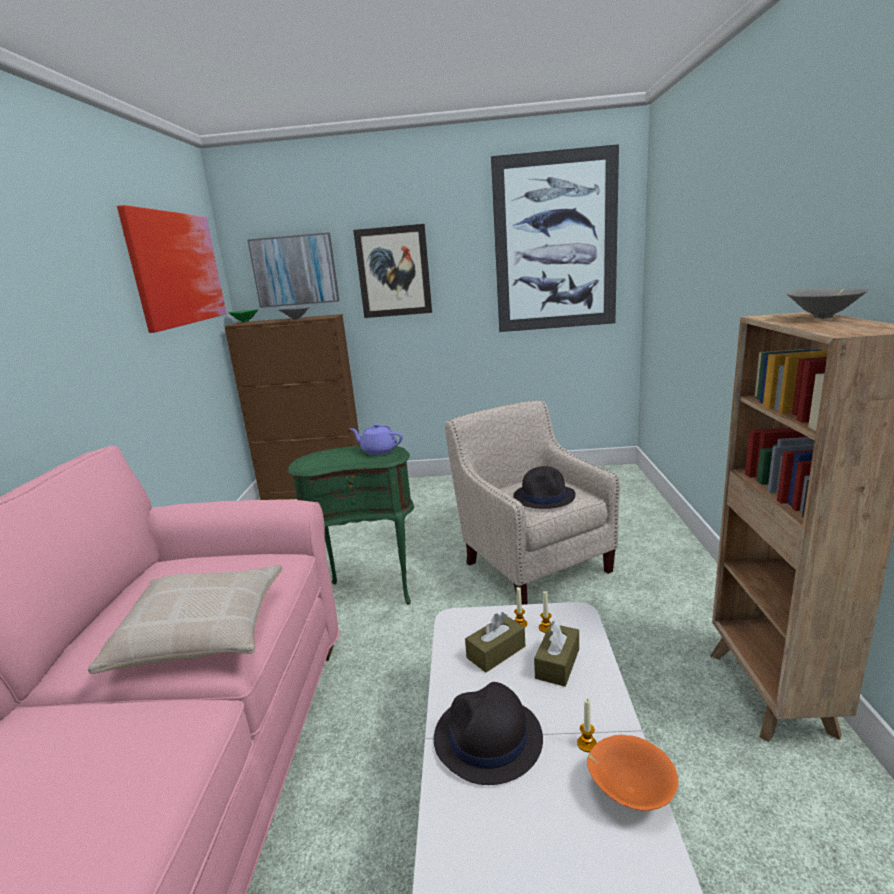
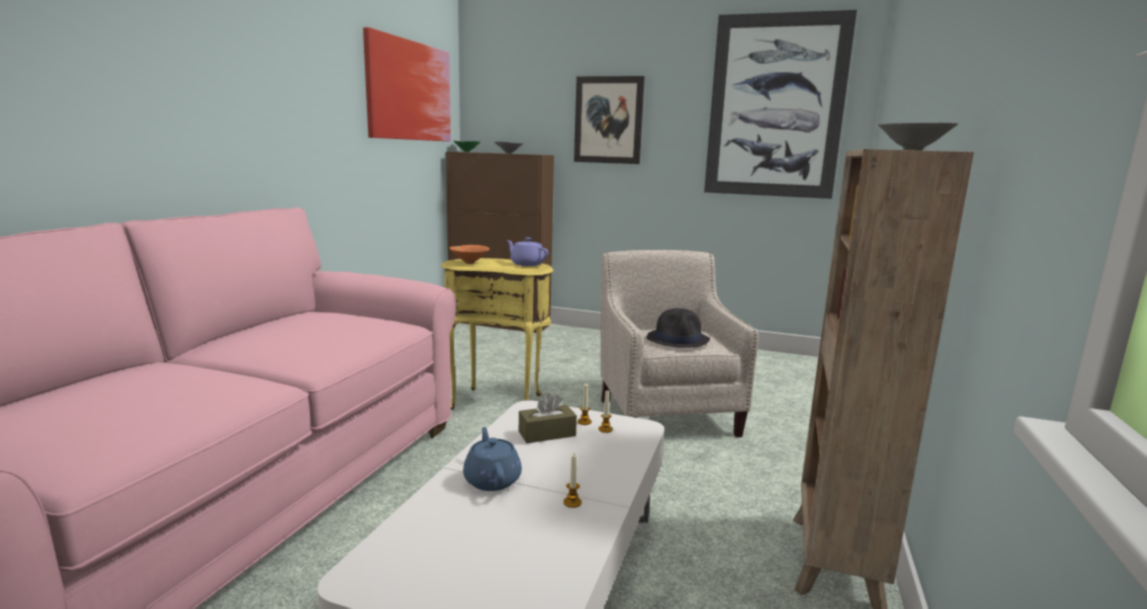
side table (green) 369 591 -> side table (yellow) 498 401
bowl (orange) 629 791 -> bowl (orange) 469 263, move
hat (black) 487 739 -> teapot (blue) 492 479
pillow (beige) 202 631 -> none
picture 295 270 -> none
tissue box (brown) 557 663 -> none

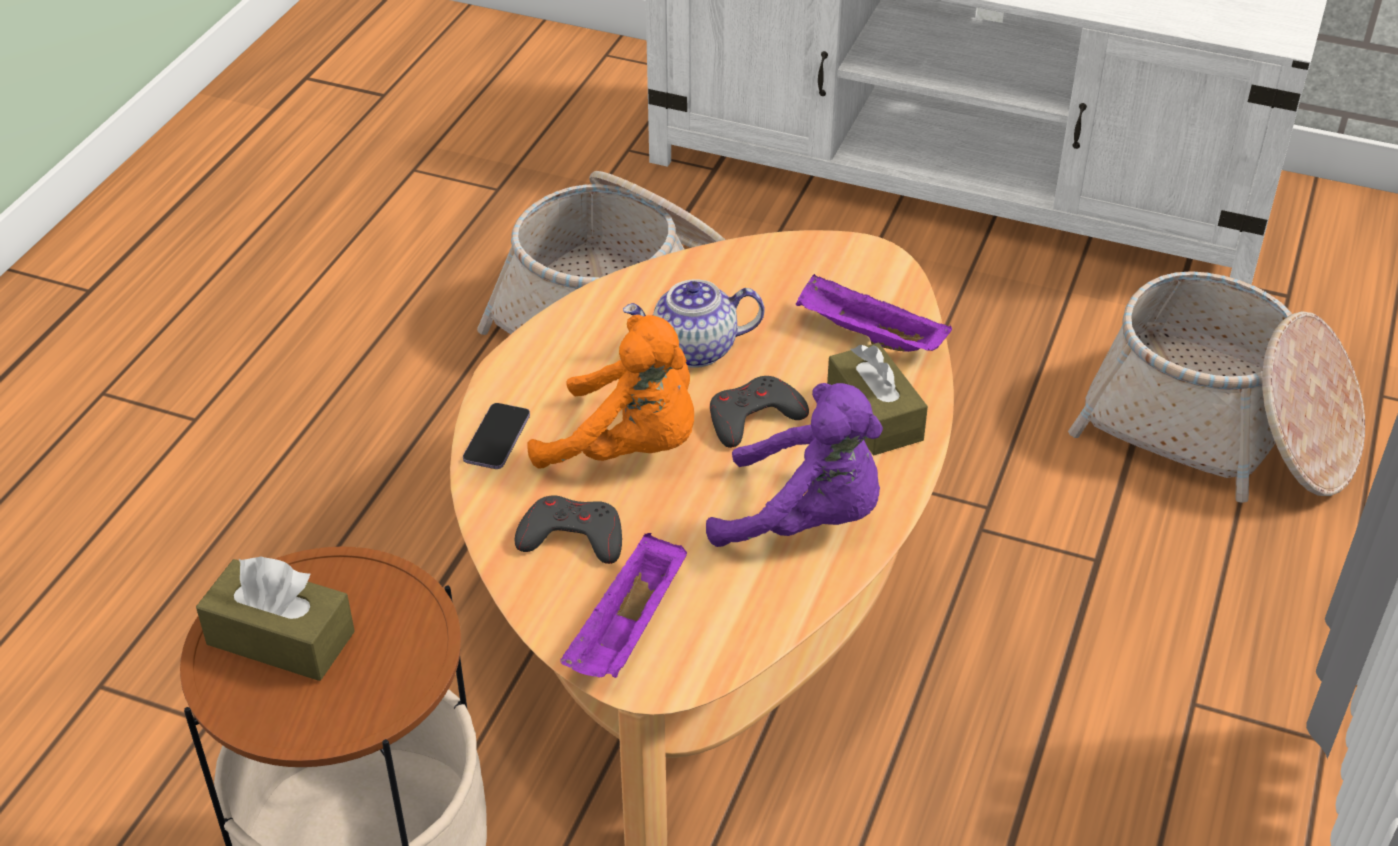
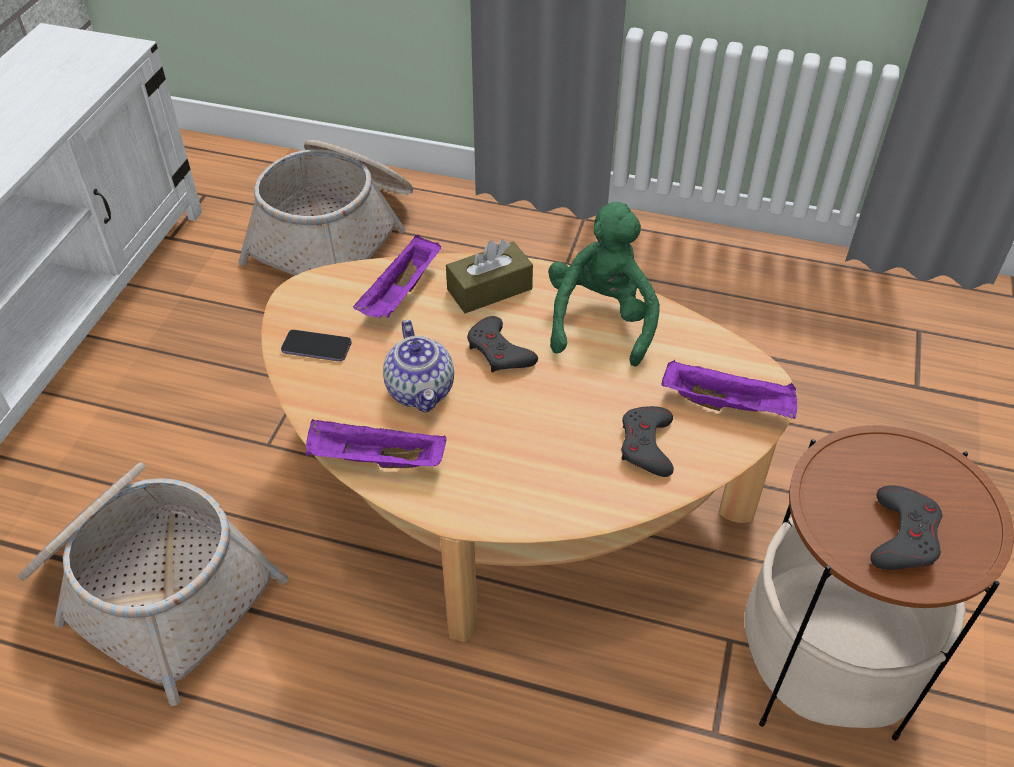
phone 497 438 -> phone 316 347, move
none -> tray (purple) 374 460
plush toy (purple) 806 519 -> plush toy (green) 600 320
tissue box (brown) 280 638 -> game controller (grey) 903 535
plush toy (orange) 629 448 -> none

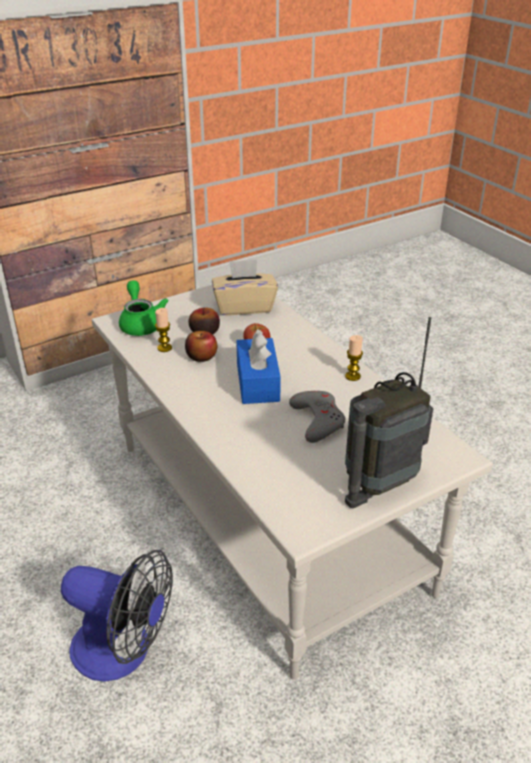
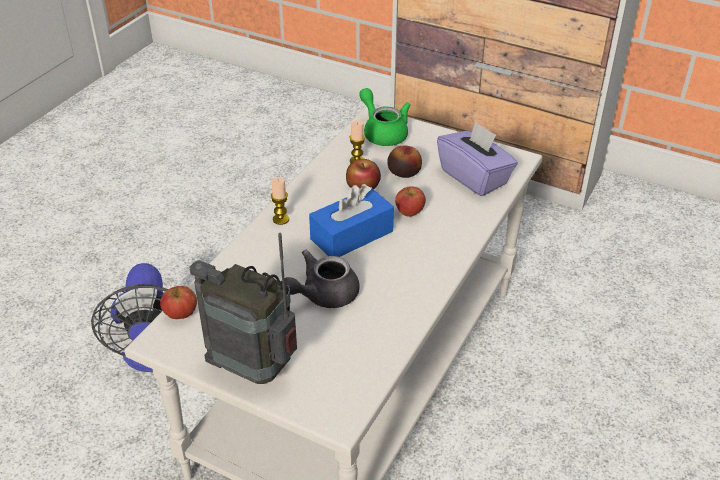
none -> apple 181 314
candle 352 376 -> candle 281 219, move
game controller (grey) 317 420 -> teapot (grey) 322 295
teapot (green) 141 323 -> teapot (green) 383 132, 75 degrees counterclockwise
tissue box (beige) 244 307 -> tissue box (purple) 474 177

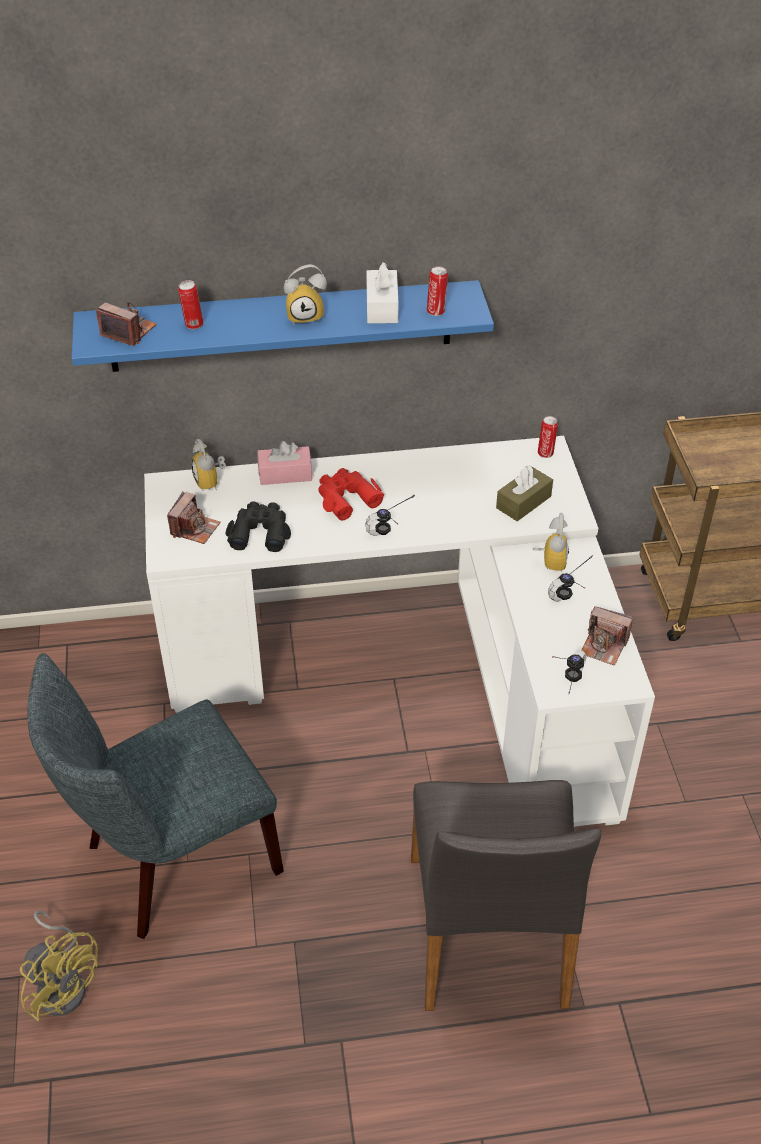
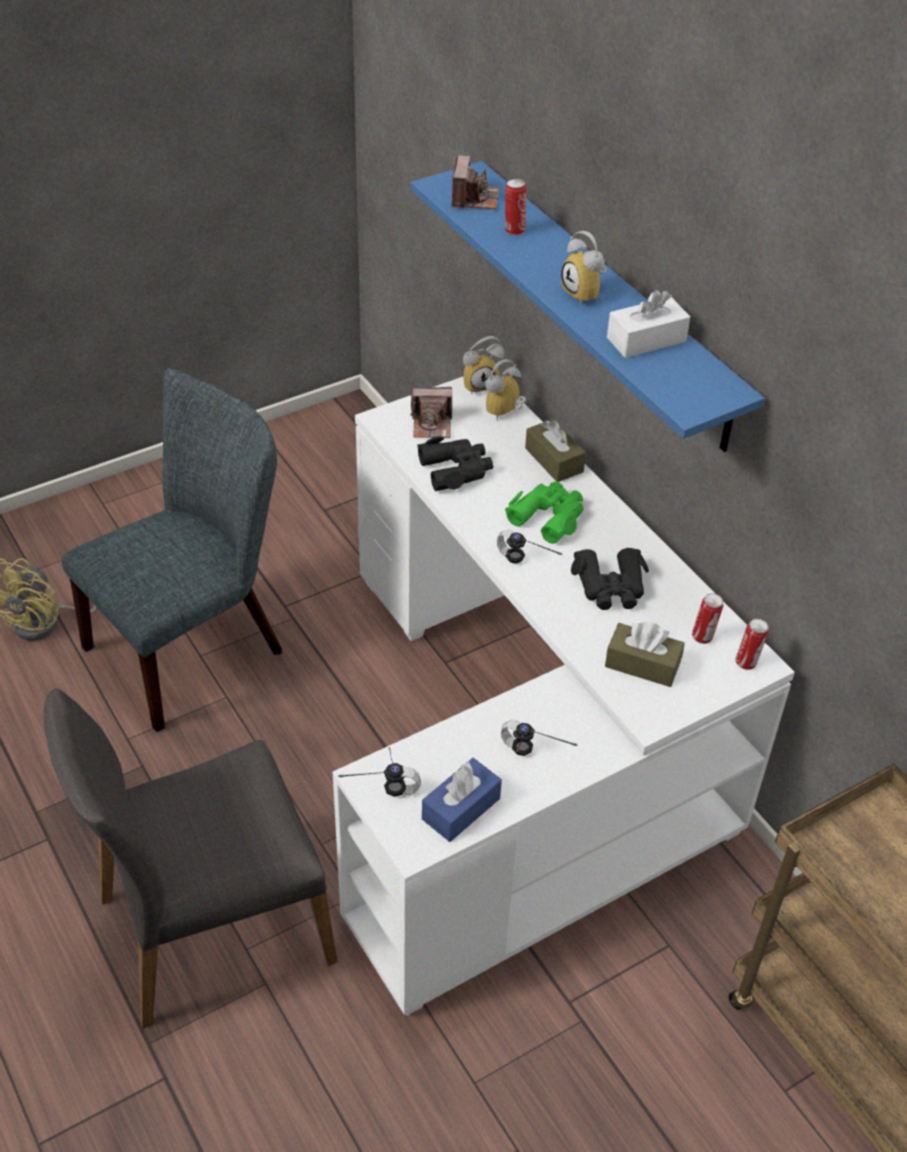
chair (grey) 172 861 -> chair (grey) 195 645, 105 degrees clockwise
photo camera 604 646 -> tissue box (blue) 461 809
alarm clock 548 561 -> alarm clock 480 384, move
binoculars (red) 346 498 -> binoculars (green) 548 516
tissue box (pink) 285 474 -> tissue box (brown) 554 460
none -> binoculars (black) 610 587
can 436 311 -> can 703 637, move

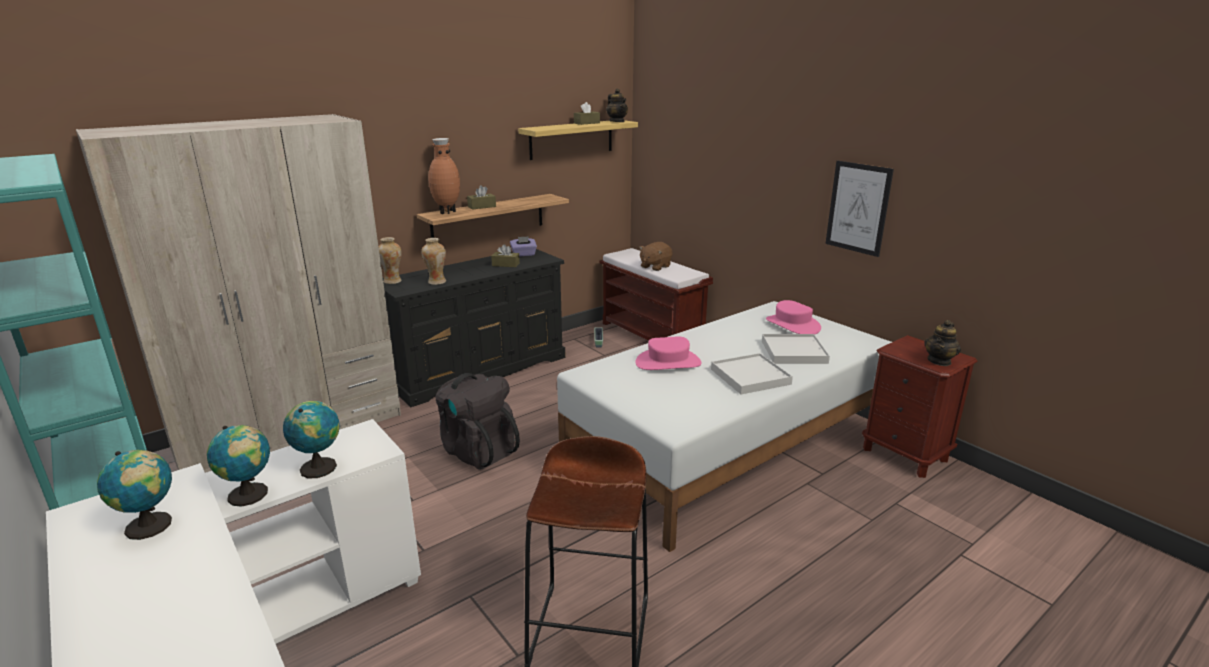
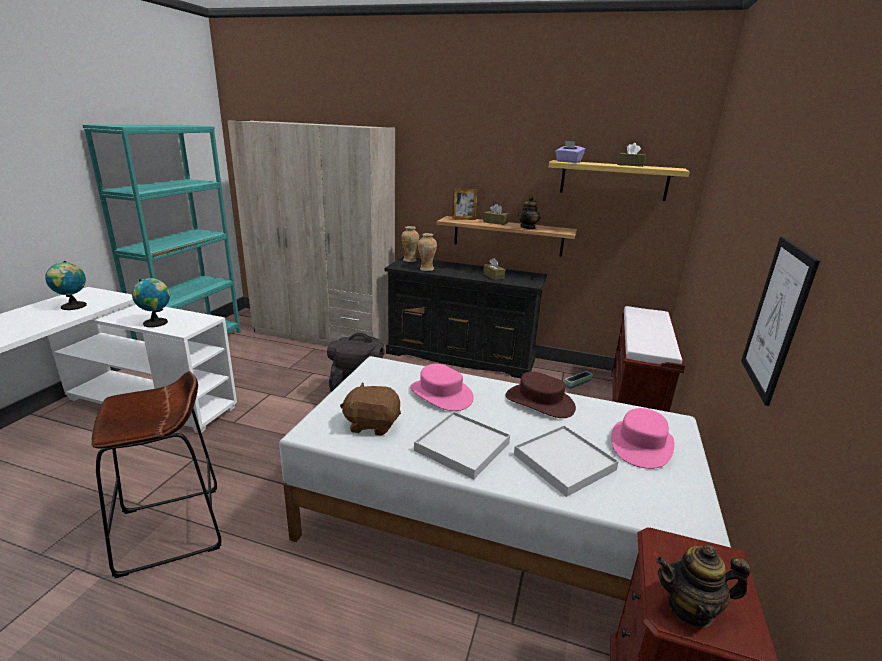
plush toy (brown) 655 266 -> plush toy (brown) 372 424, move
vase (brown) 446 212 -> picture frame 464 219
none -> hat (brown) 540 402
teapot 617 121 -> teapot 528 227, move
tissue box (purple) 523 254 -> tissue box (purple) 568 162, move
globe 250 495 -> none

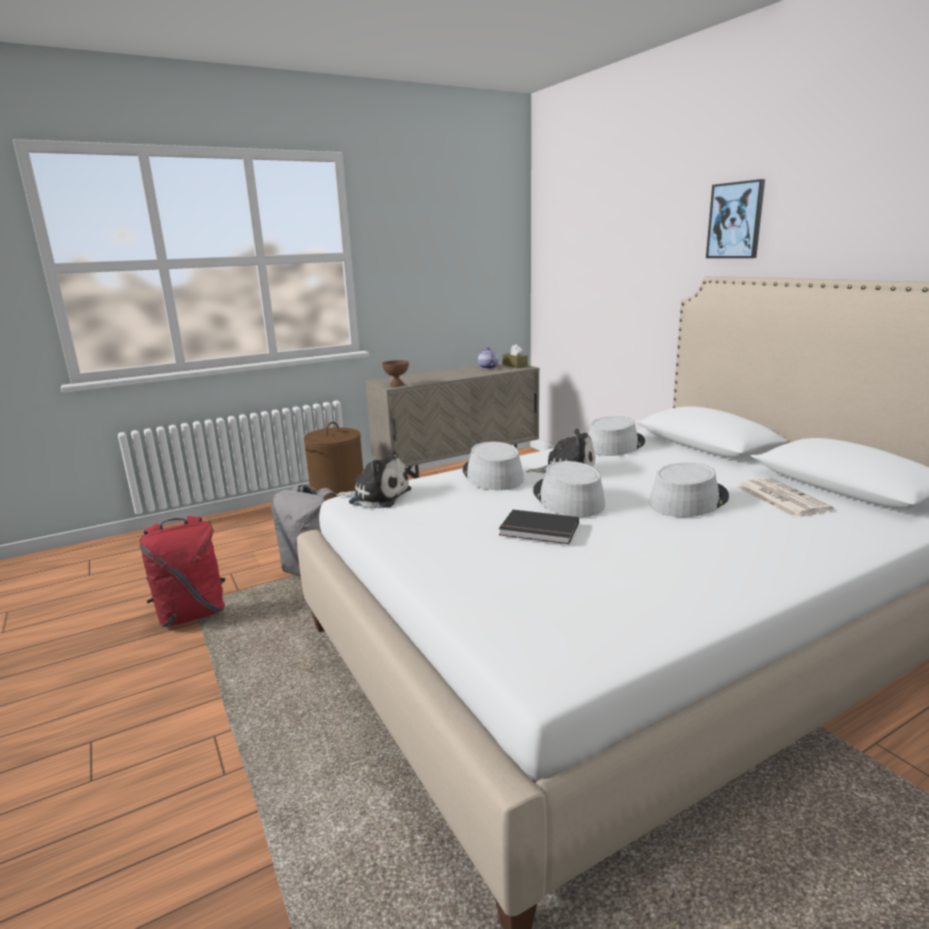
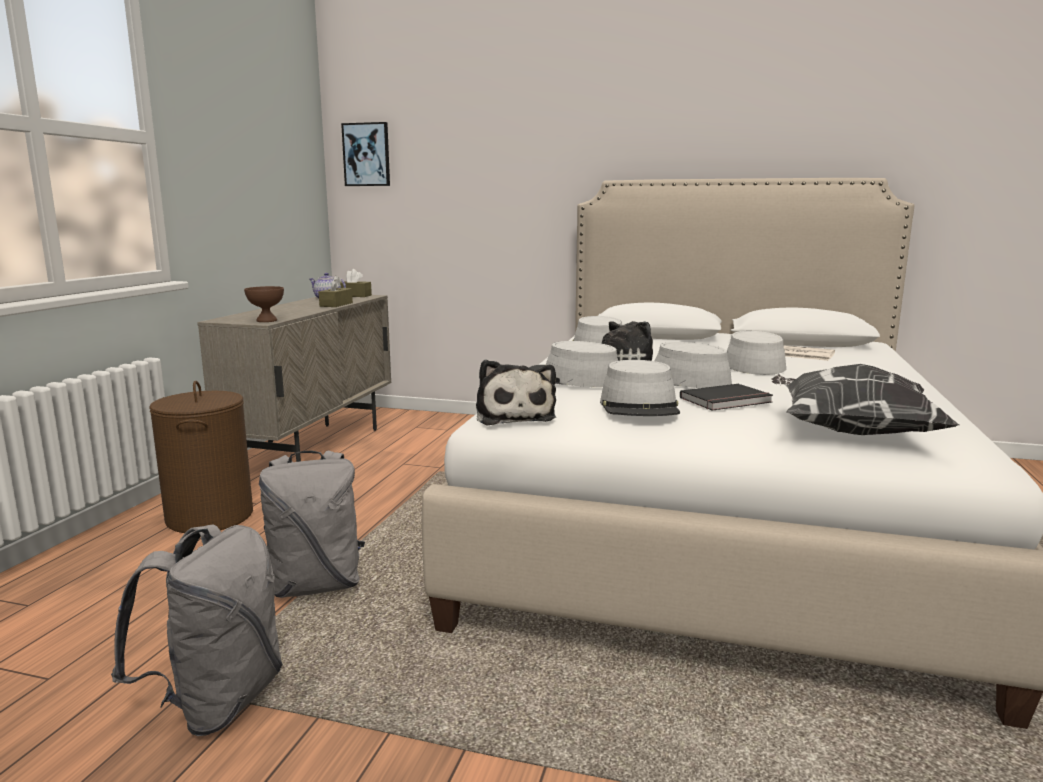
backpack (red) 192 614 -> backpack (grey) 217 702
none -> tissue box (brown) 336 304
picture 735 220 -> picture 366 154, move
plush toy 377 496 -> plush toy 514 416, 105 degrees clockwise
none -> hat (grey) 640 406
none -> pillow 850 433

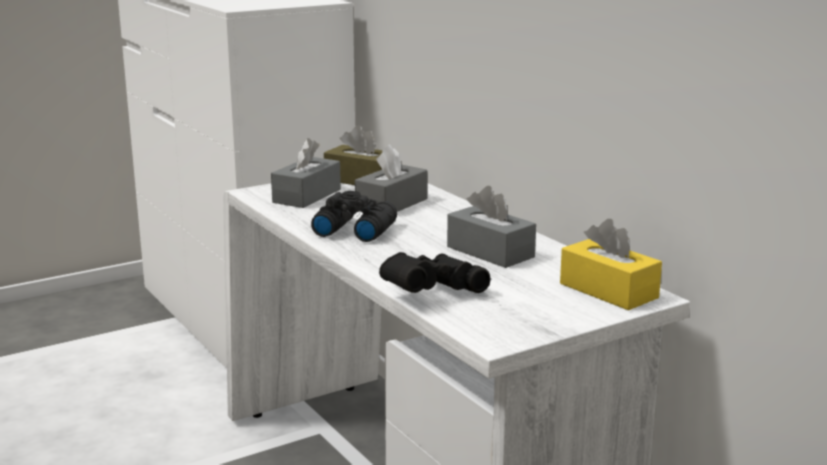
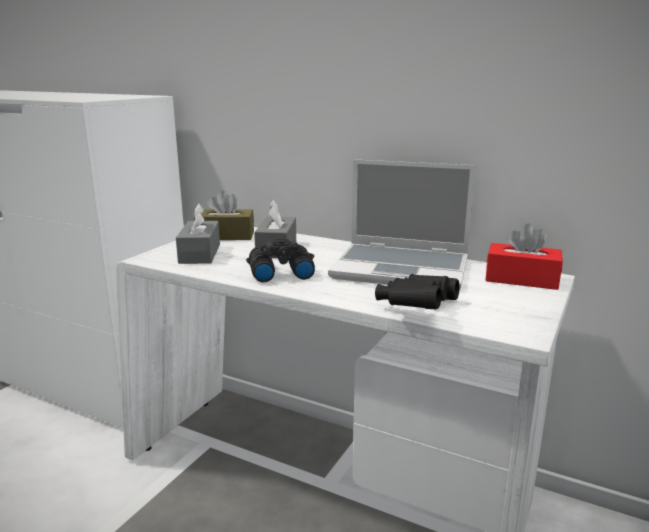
tissue box (grey) 490 252 -> laptop 403 269
tissue box (yellow) 608 291 -> tissue box (red) 521 279

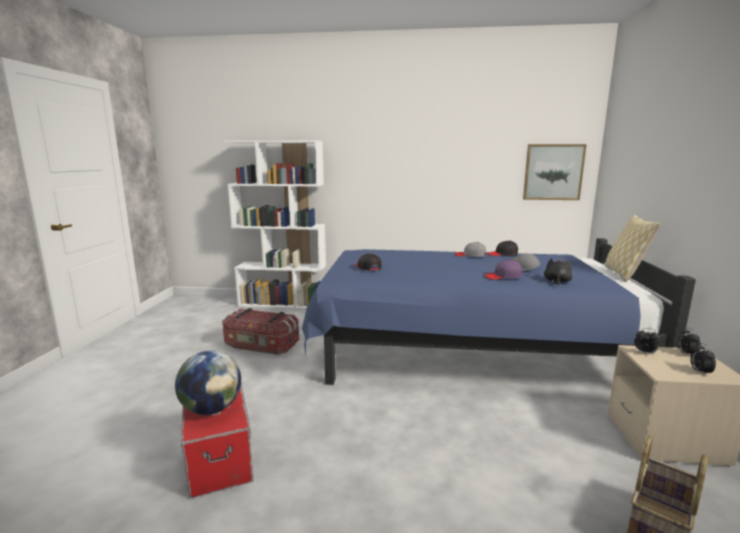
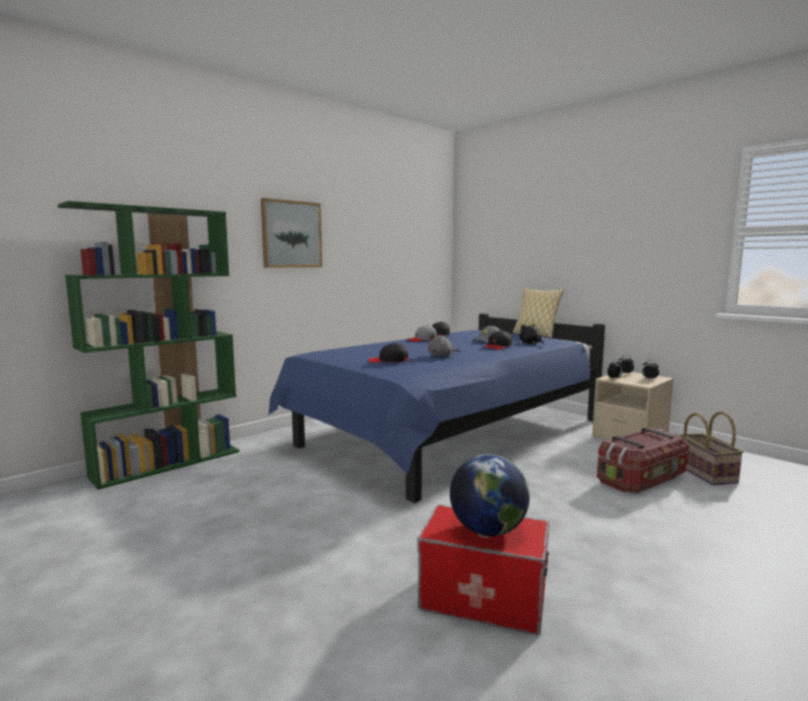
bookcase (white) 283 304 -> bookcase (green) 168 463
picture 553 172 -> picture 291 234, move
none -> plush toy (grey) 442 356
cap (purple) 503 276 -> cap (black) 498 347
storage box 261 346 -> storage box 642 479, move

